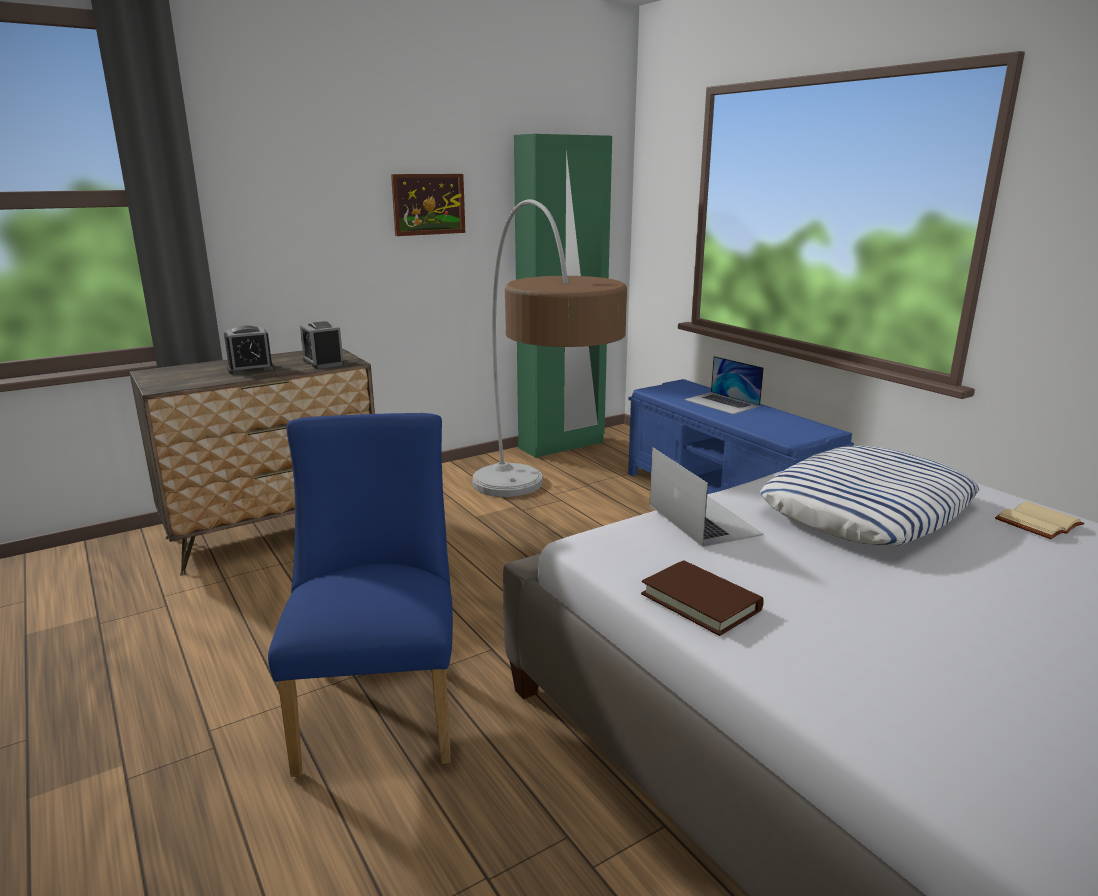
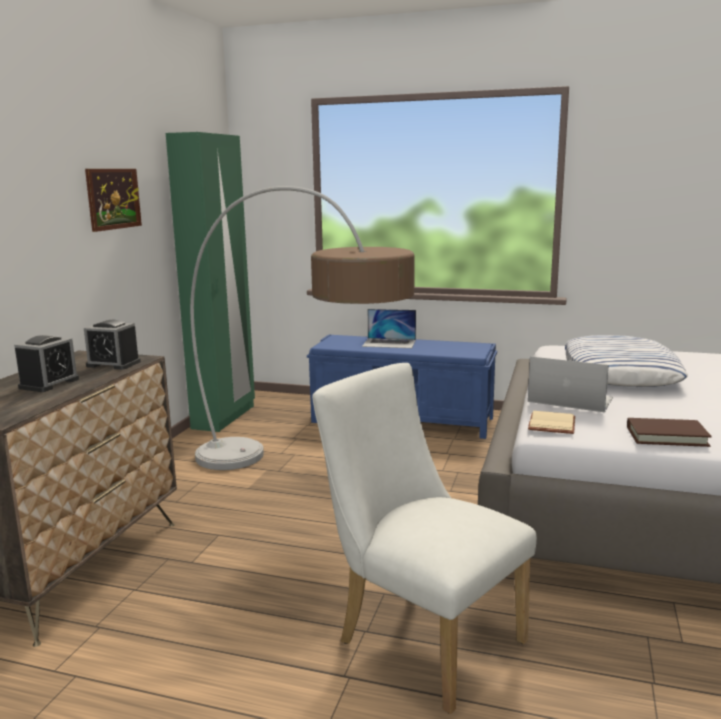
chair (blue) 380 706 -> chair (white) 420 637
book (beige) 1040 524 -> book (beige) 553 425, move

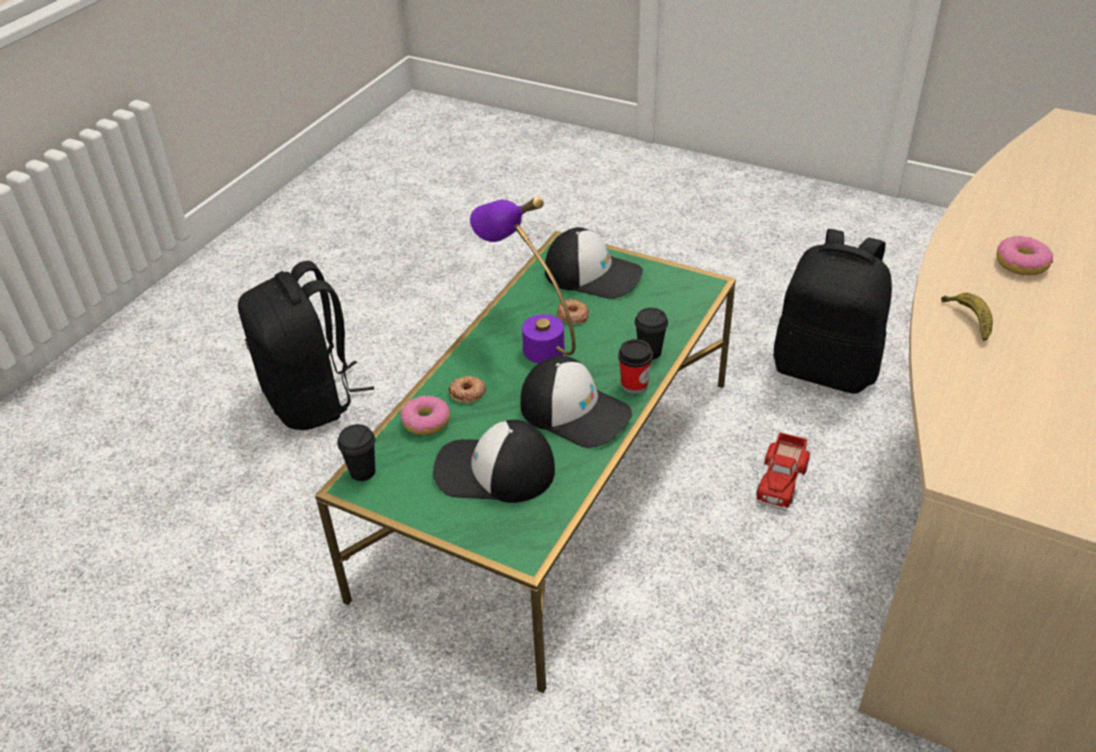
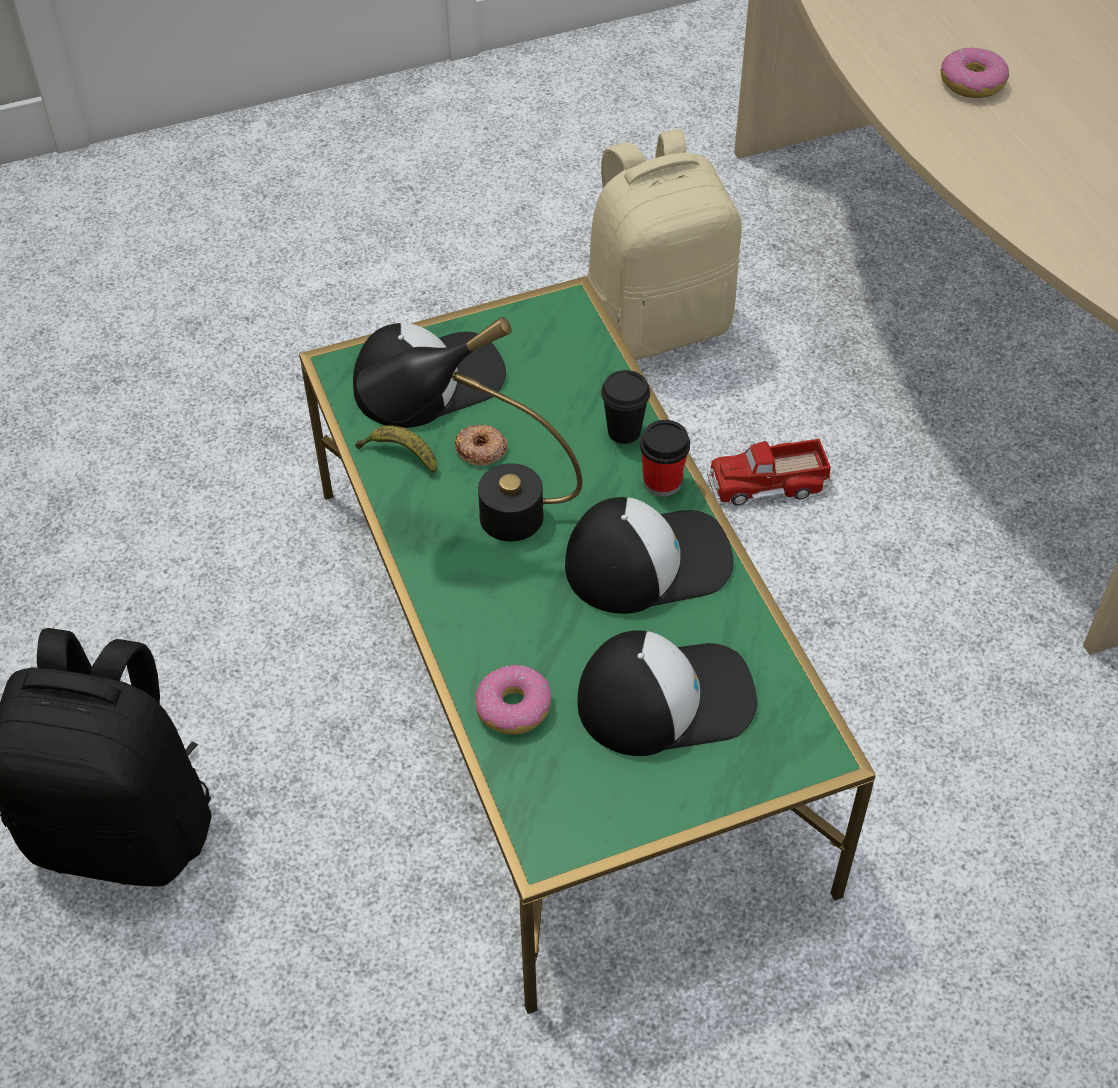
banana 968 320 -> banana 400 455, move
table lamp (purple) 529 340 -> table lamp (black) 479 517
cap 494 471 -> cap 666 697, 150 degrees counterclockwise
backpack (black) 825 368 -> backpack (beige) 657 323
toy truck 781 479 -> toy truck 767 483, 105 degrees clockwise
cup (black) 363 472 -> none
donut 467 393 -> none

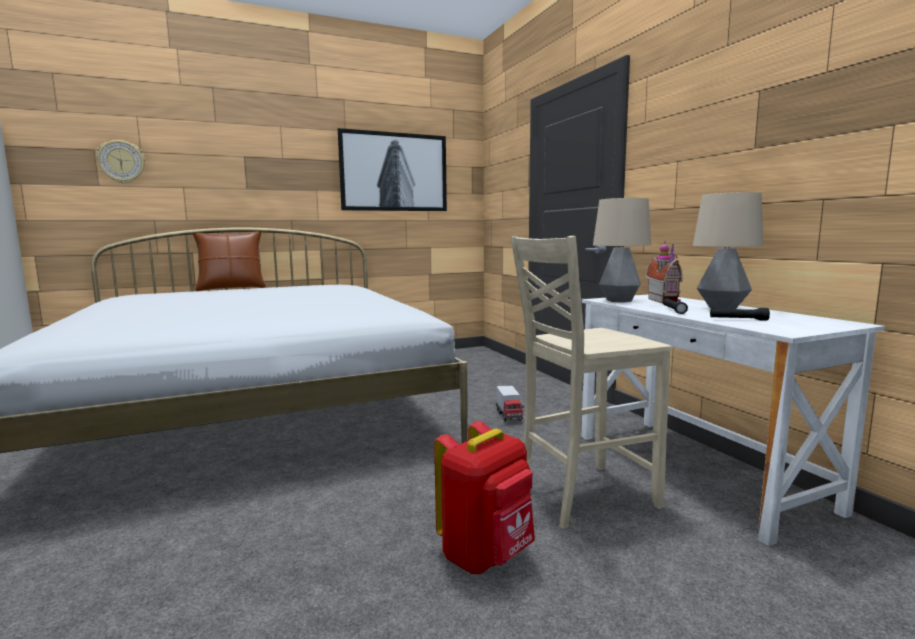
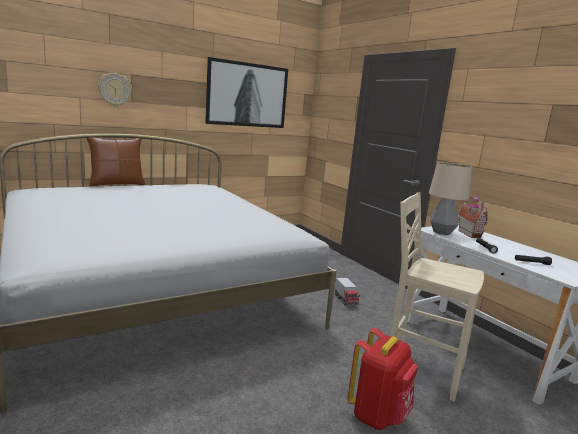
wall clock 121 162 -> wall clock 114 89, move
chair (beige) 582 496 -> chair (beige) 419 369, 60 degrees clockwise
table lamp 721 308 -> none

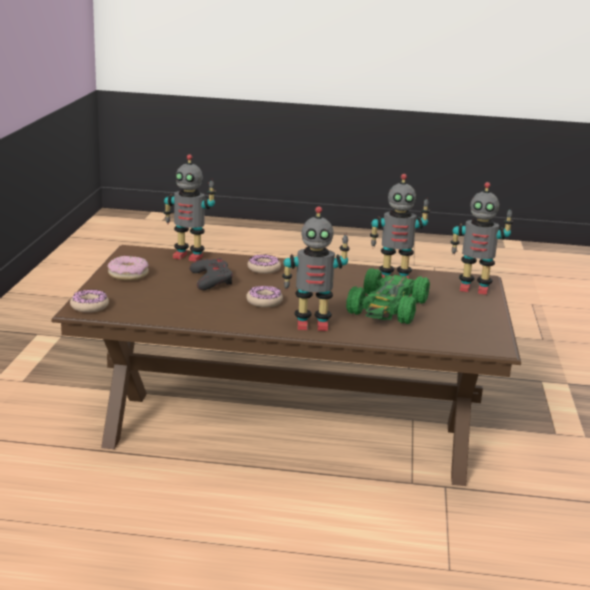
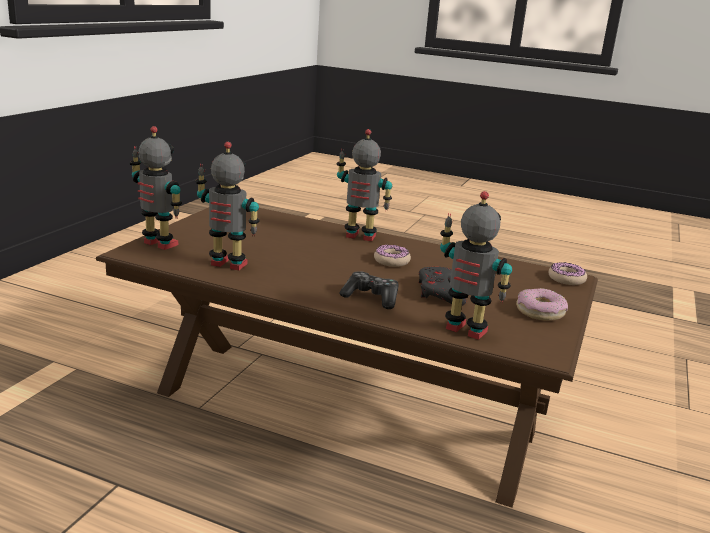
donut 264 269 -> game controller 371 298
toy car (green) 388 308 -> none

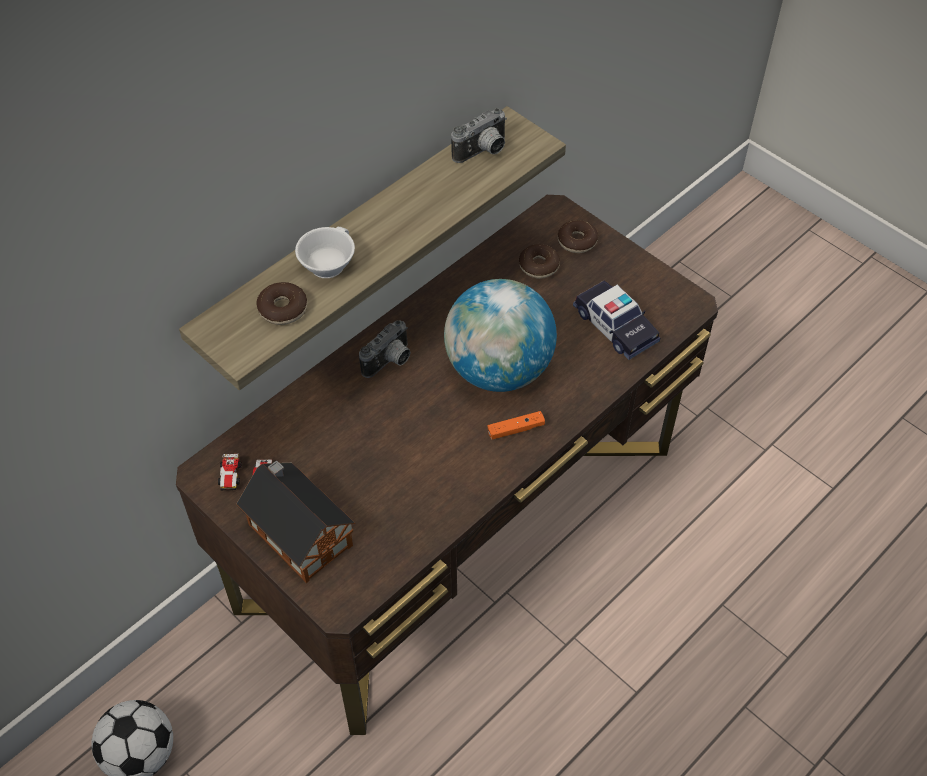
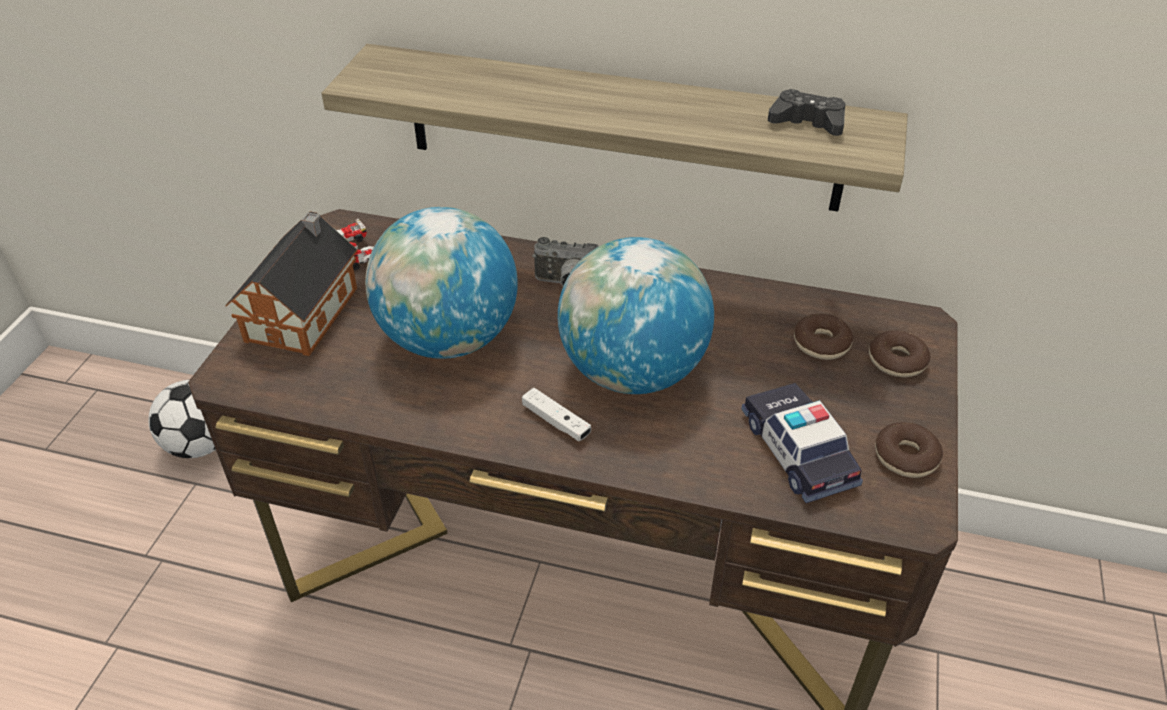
none -> globe 449 339
game controller (orange) 516 429 -> game controller (white) 556 421
toy car 615 326 -> toy car 798 451, 135 degrees clockwise
photo camera 483 152 -> game controller (black) 807 122
donut 283 309 -> donut 905 457, move
cup (white) 326 263 -> none

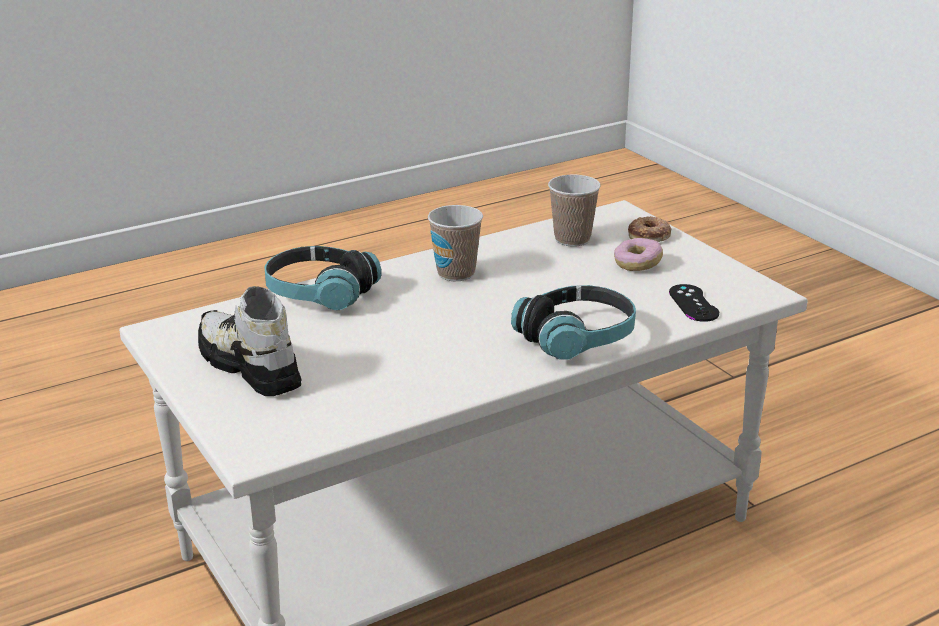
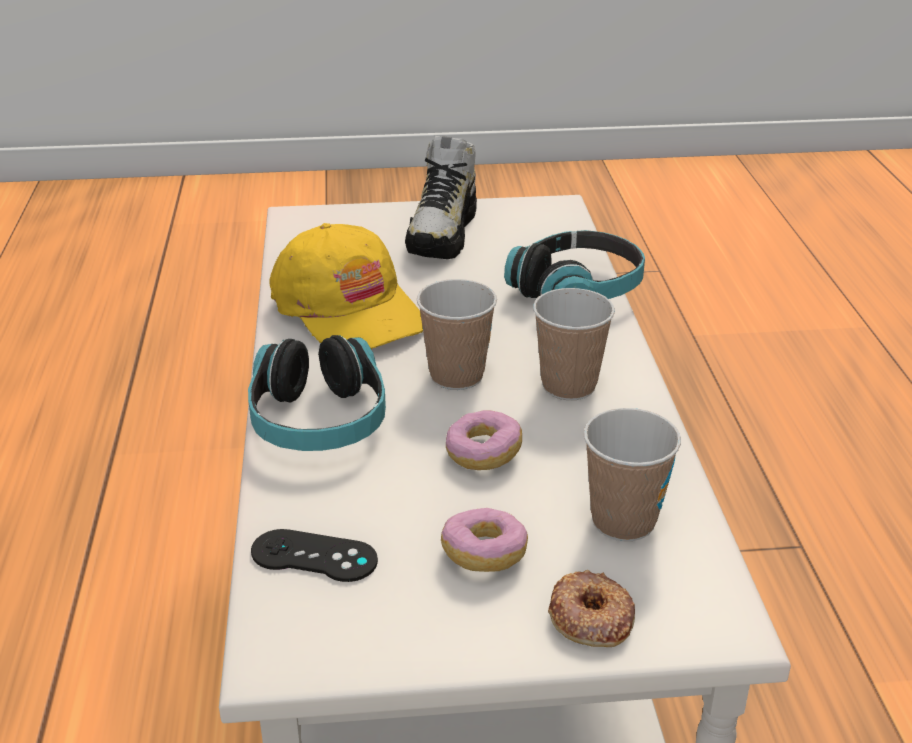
none -> cap (yellow) 349 310
shoe 249 367 -> shoe 443 234, 120 degrees clockwise
none -> cup 456 376
none -> donut 483 454

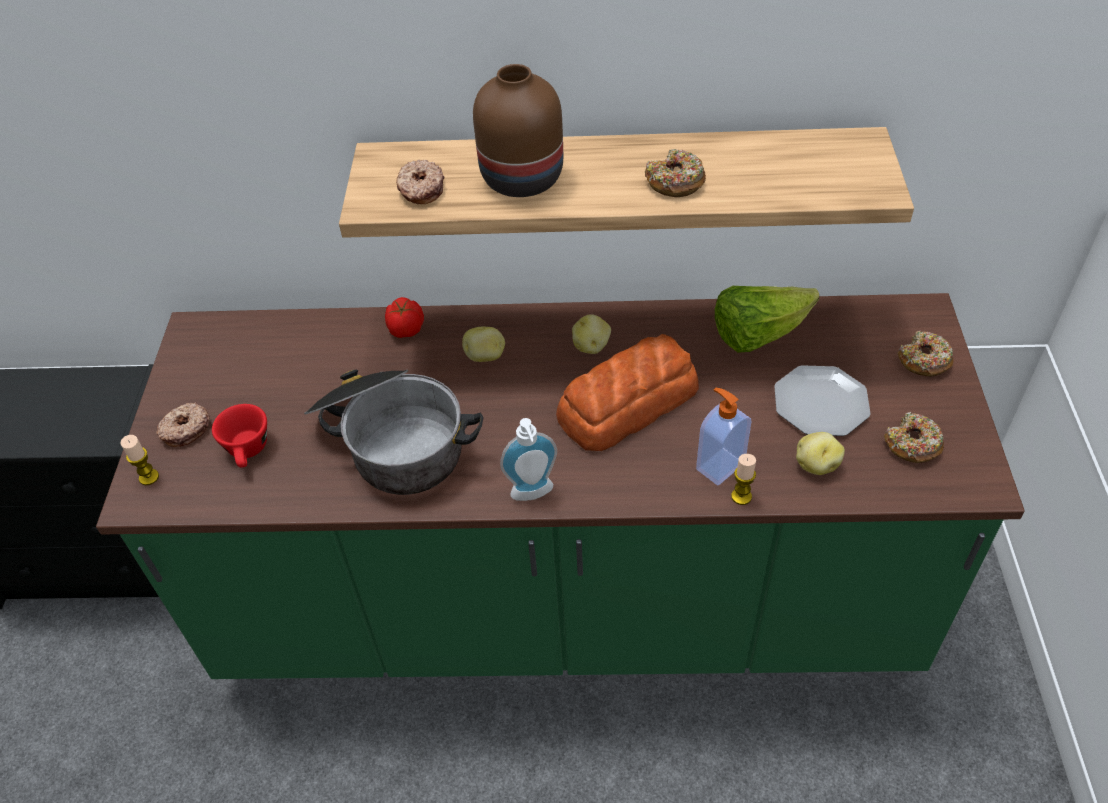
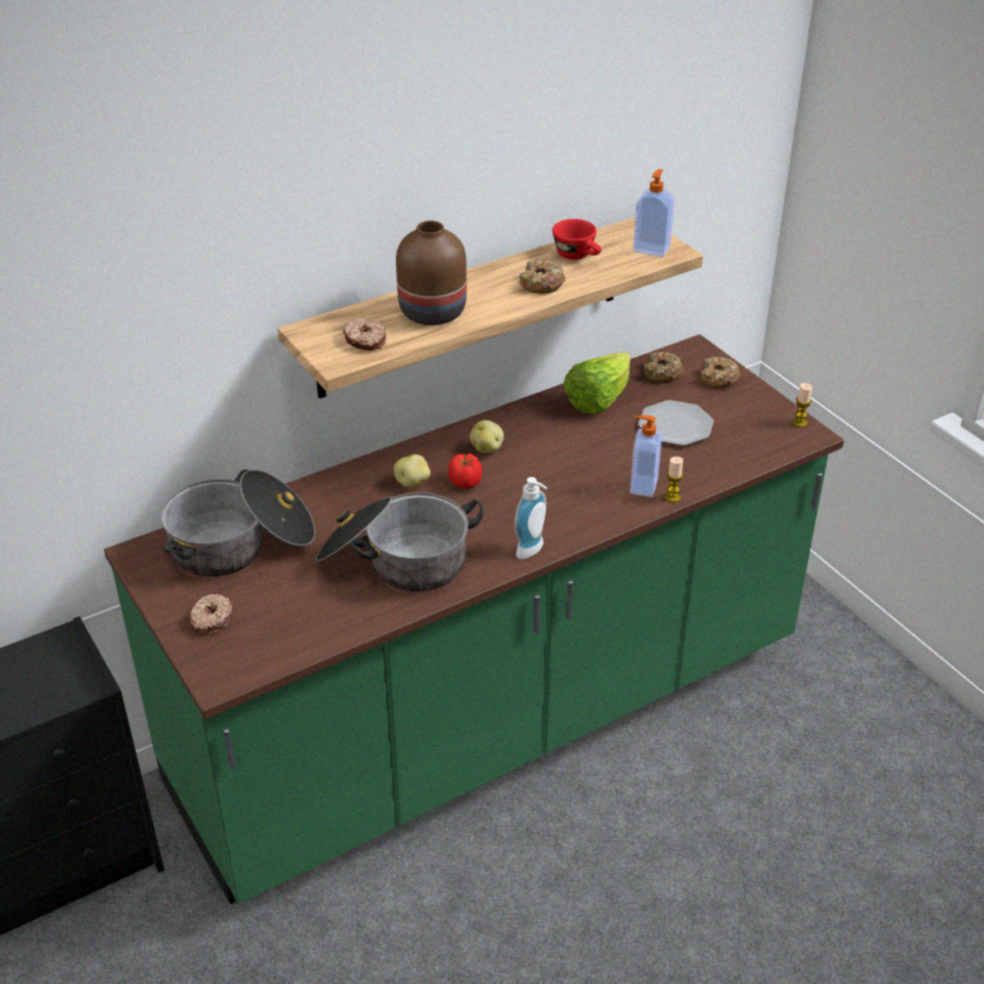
none -> cooking pot 241 545
tomato 405 330 -> tomato 465 483, move
cup (red) 248 451 -> cup (red) 578 256, move
none -> soap dispenser 651 249
donut 912 445 -> donut 662 373, move
candle 149 477 -> candle 799 422, move
bread 626 404 -> none
potato 816 464 -> none

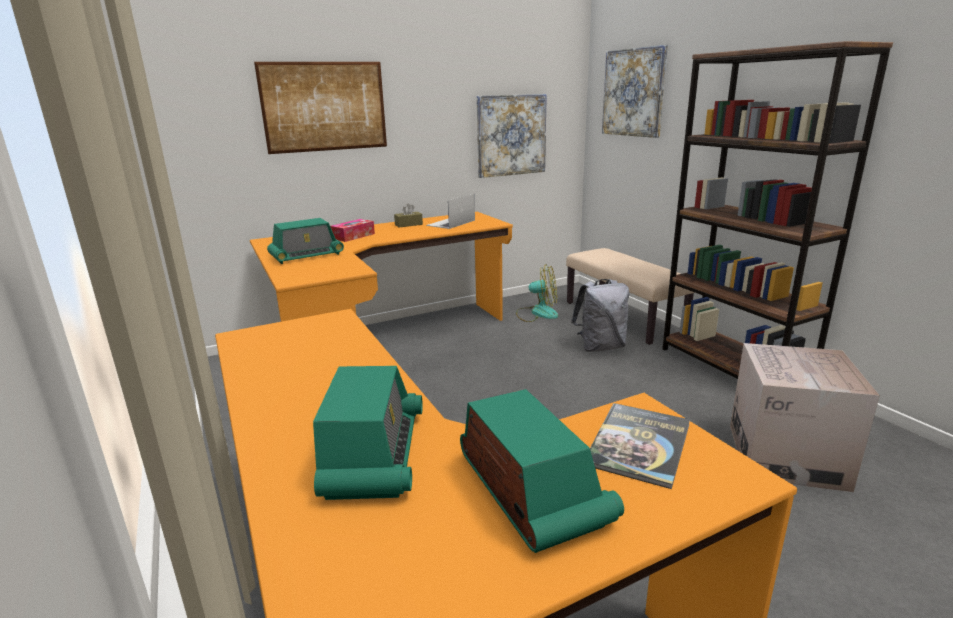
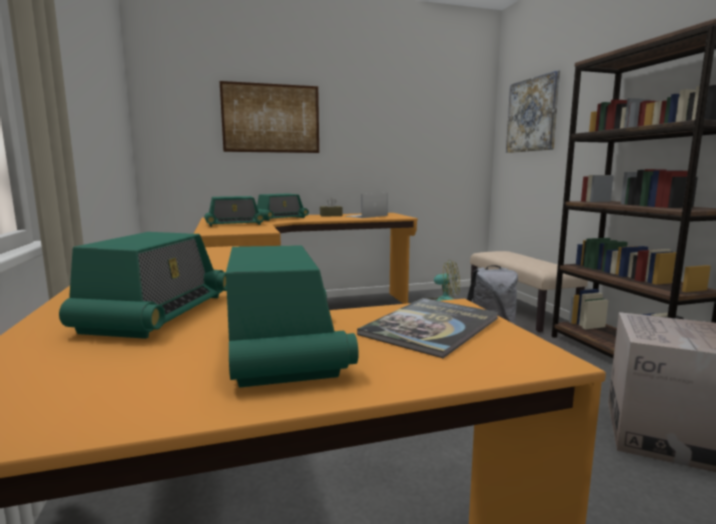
tissue box 353 236 -> radio 281 218
picture 511 135 -> none

